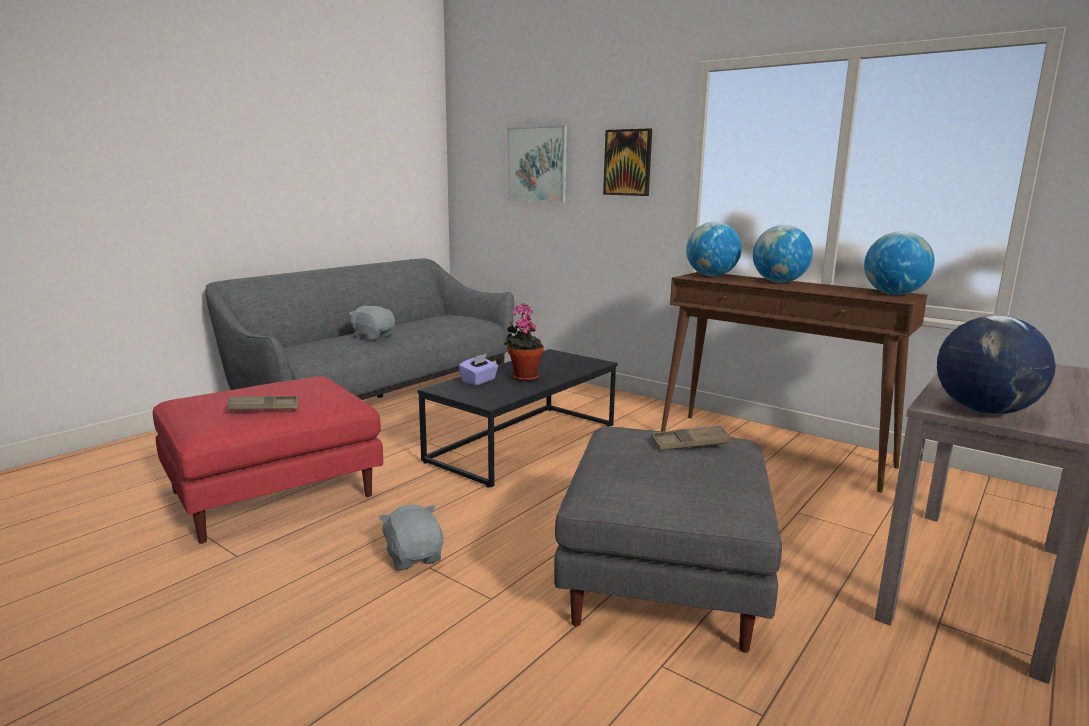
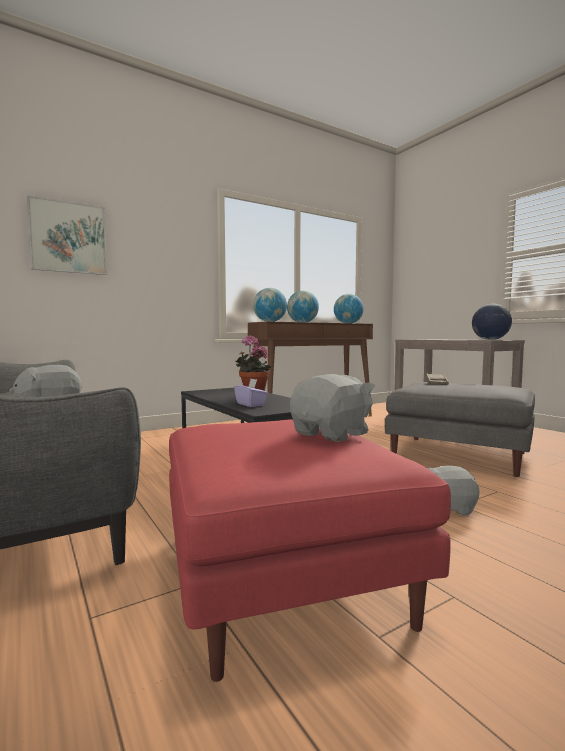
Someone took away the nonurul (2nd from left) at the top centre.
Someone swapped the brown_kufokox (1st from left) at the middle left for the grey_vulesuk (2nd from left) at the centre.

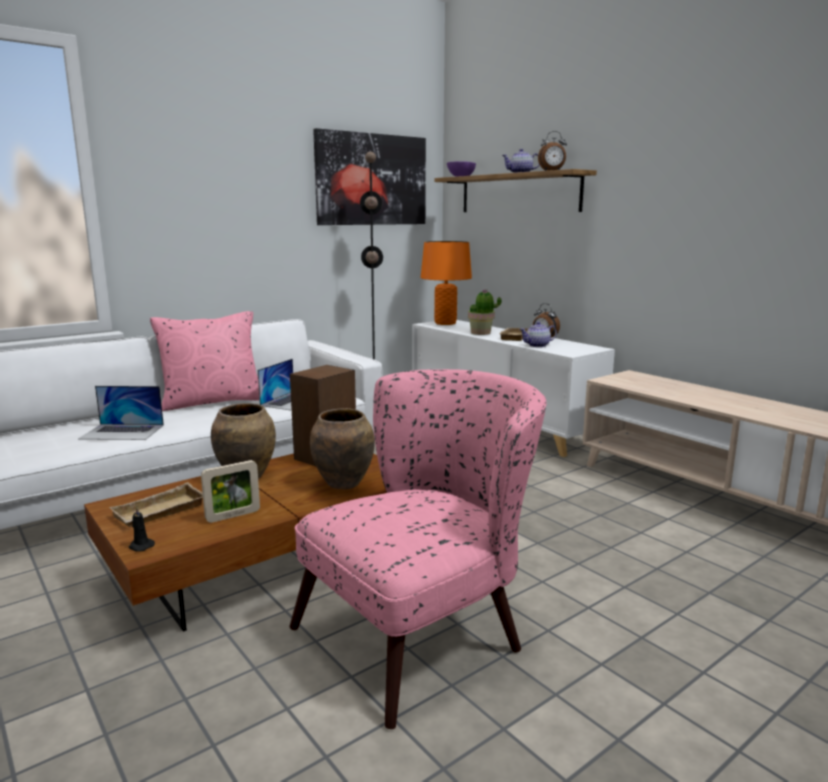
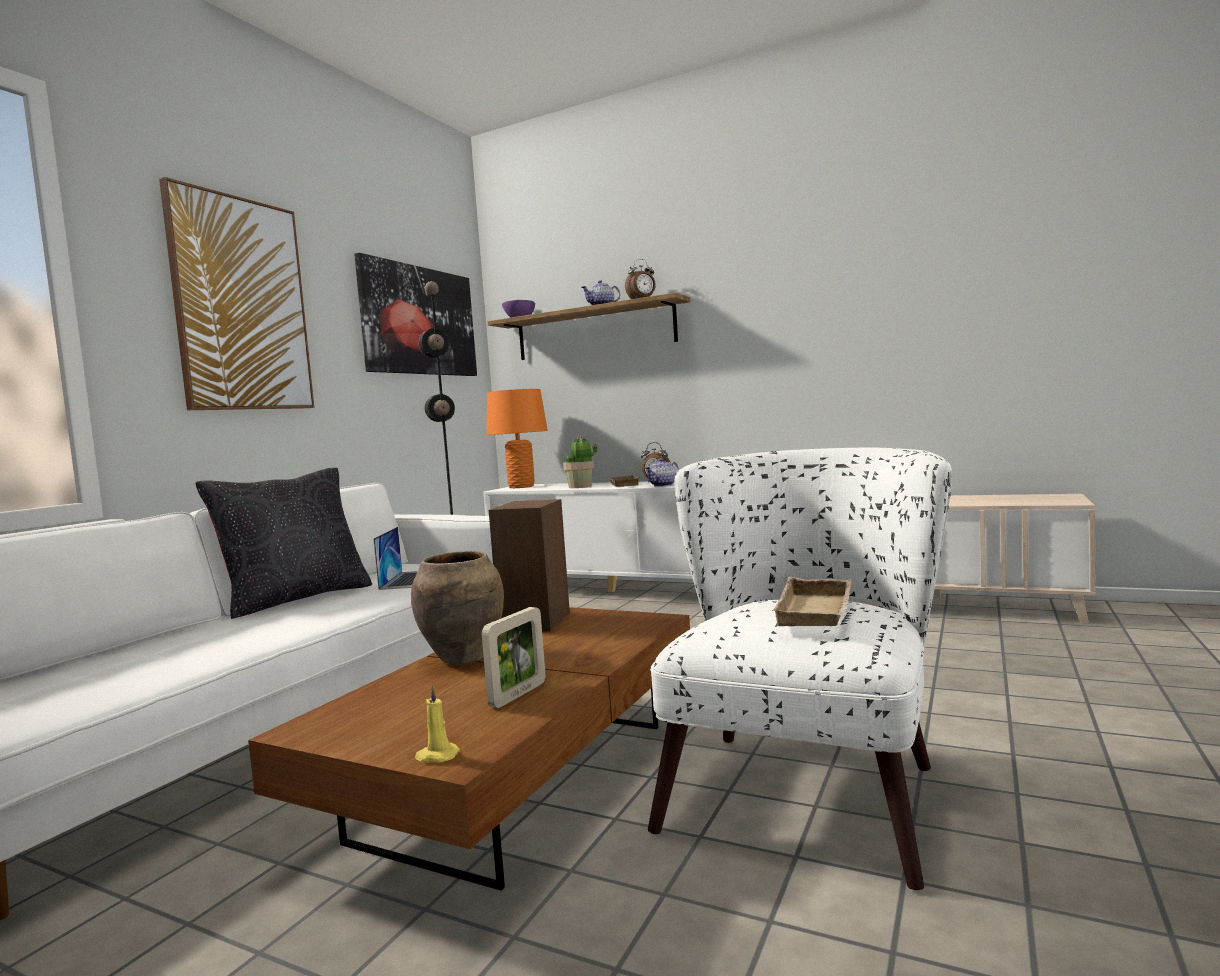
Someone repainted the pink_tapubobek at the middle left, which became the black_tapubobek at the middle left.
Someone repainted the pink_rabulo at the bottom centre, which became the white_rabulo at the bottom centre.
Someone took away the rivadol (1st from left) at the middle left.
Someone took away the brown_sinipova (2nd from left) at the centre.
Someone carried the beige_kufokox (1st from left in the first image) from the middle left to the centre.
Someone repainted the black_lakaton at the bottom left, which became the yellow_lakaton at the bottom centre.
Someone put up the nonurul (1st from left) at the top left.

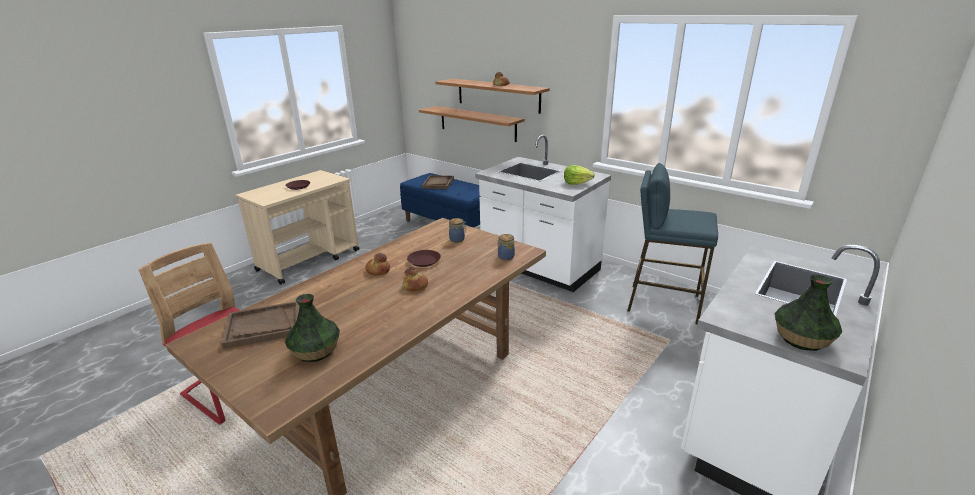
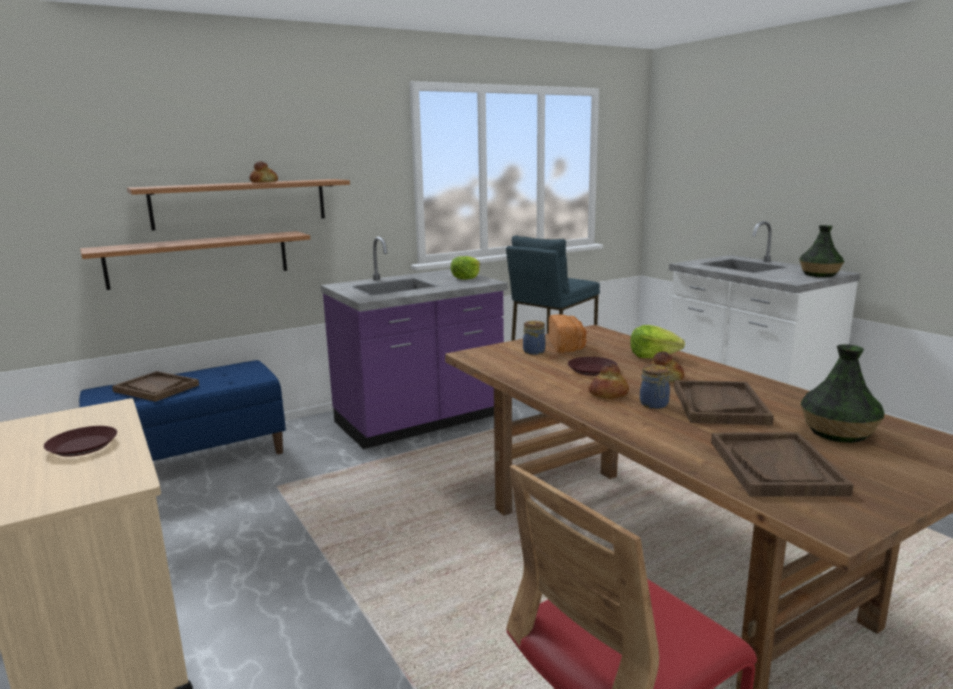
Someone repainted the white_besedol (1st from left) at the centre, which became the purple_besedol at the centre.
Someone carried the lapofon (2nd from left) from the centre to the middle right.
Someone put down the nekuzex (2nd from left) at the centre.
Someone put down the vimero (2nd from left) at the middle right.
Someone put down the brown_kufokox (2nd from left) at the middle right.

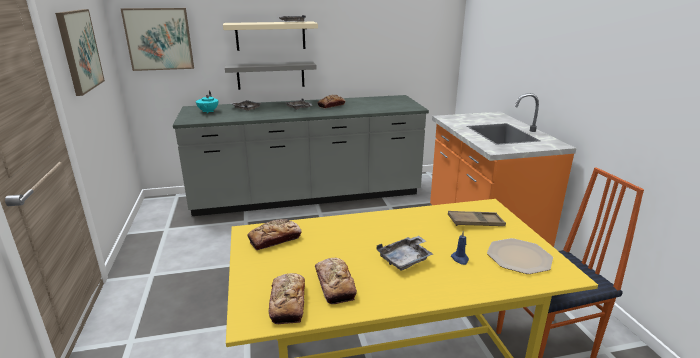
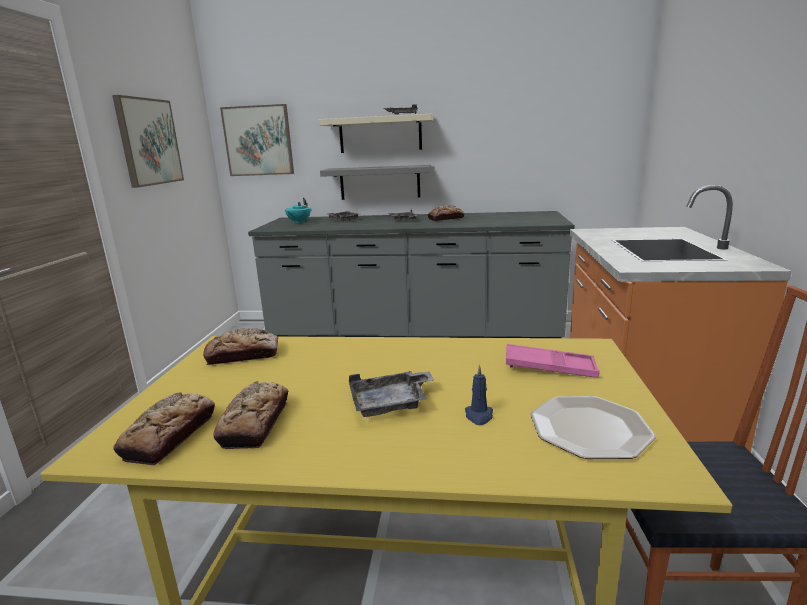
Someone repainted the brown_kufokox at the middle right, which became the pink_kufokox at the middle right.

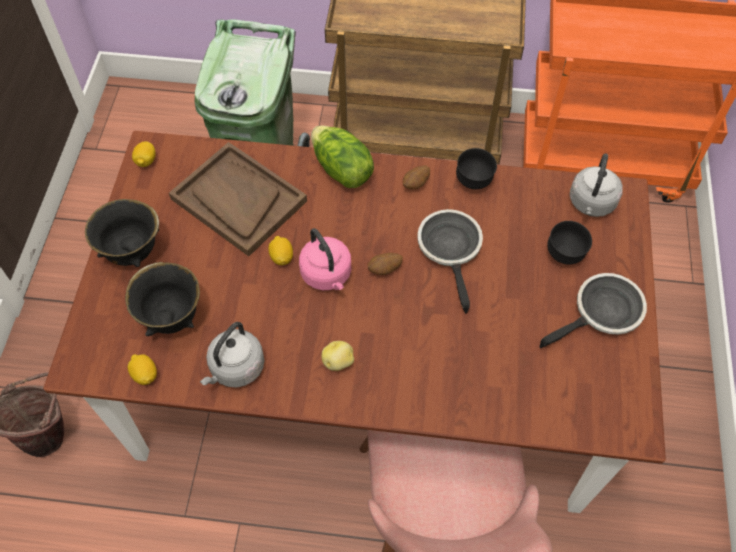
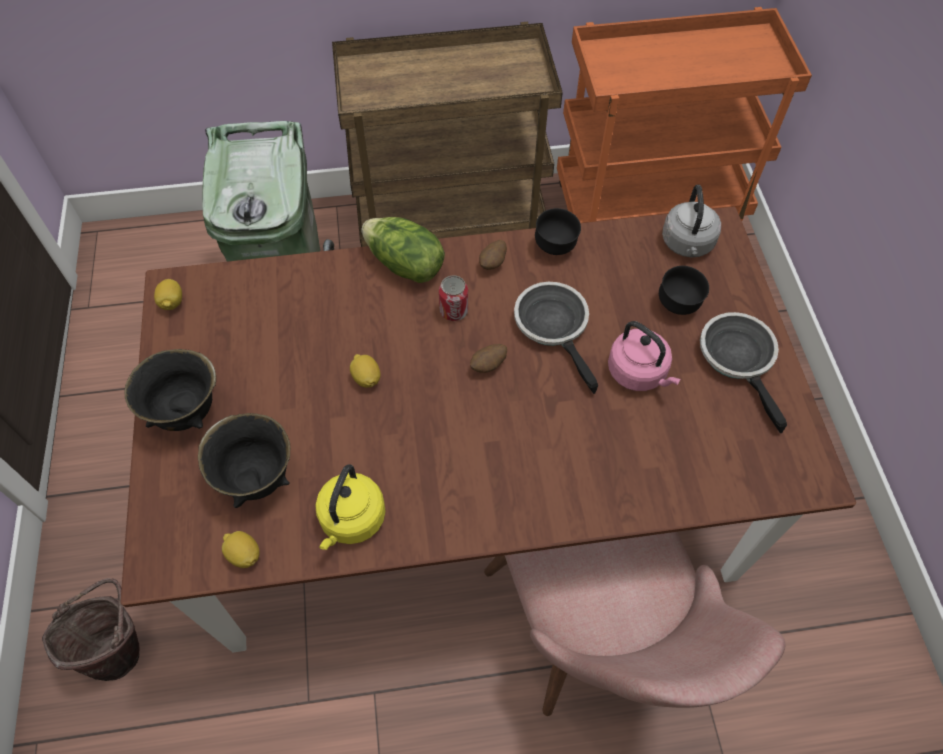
Someone took away the brown_kufokox at the middle left.
Someone carried the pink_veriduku from the centre to the middle right.
Someone rotated the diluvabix (2nd from left) at the middle right by 60 degrees counterclockwise.
Someone repainted the grey_veriduku (1st from left) at the middle left, which became the yellow_veriduku at the bottom centre.
Someone took away the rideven (1st from left) at the centre.
Someone put down the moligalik at the centre.

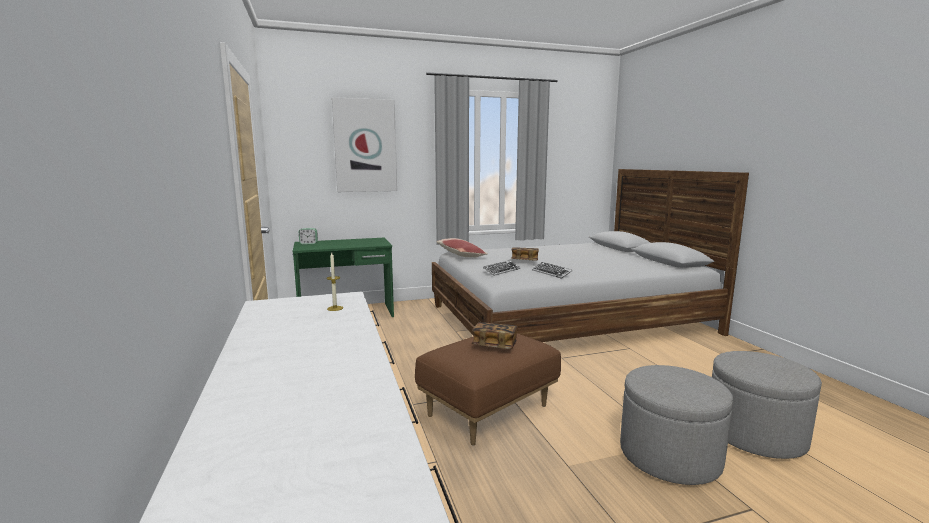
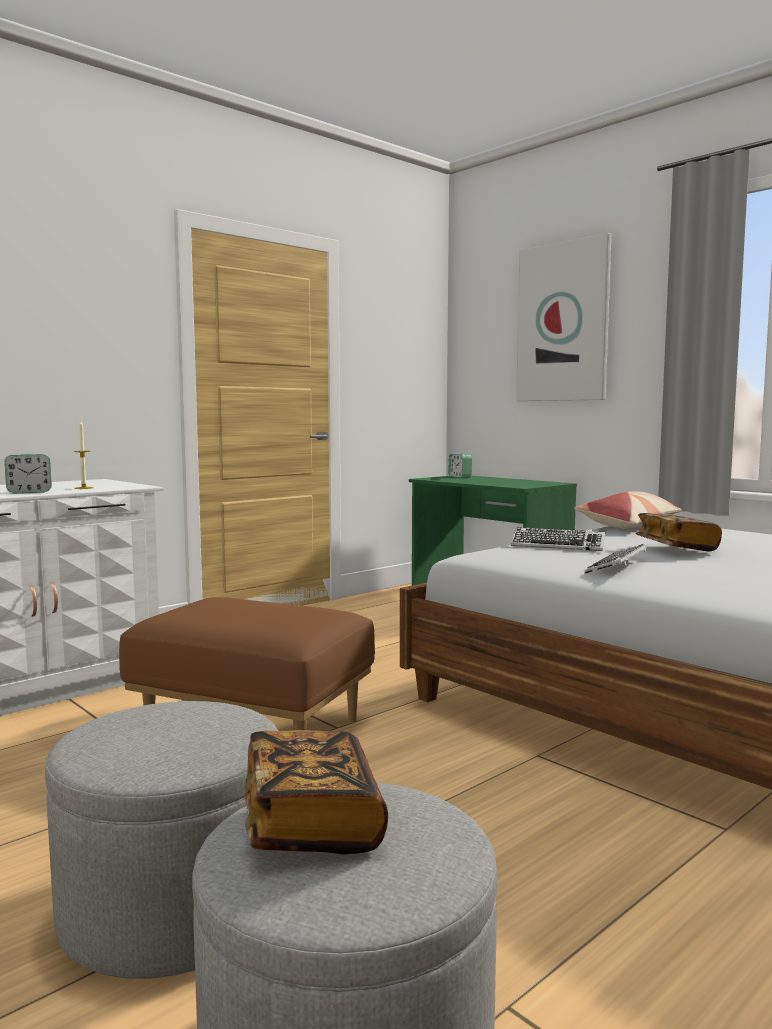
Someone carried the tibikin (1st from left) from the centre to the bottom centre.
Someone put down the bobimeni (1st from left) at the middle left.

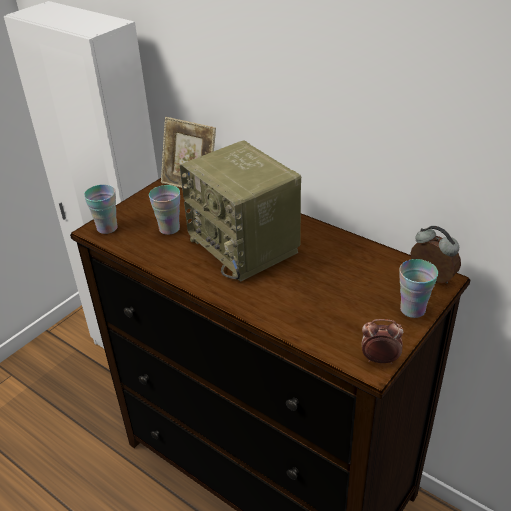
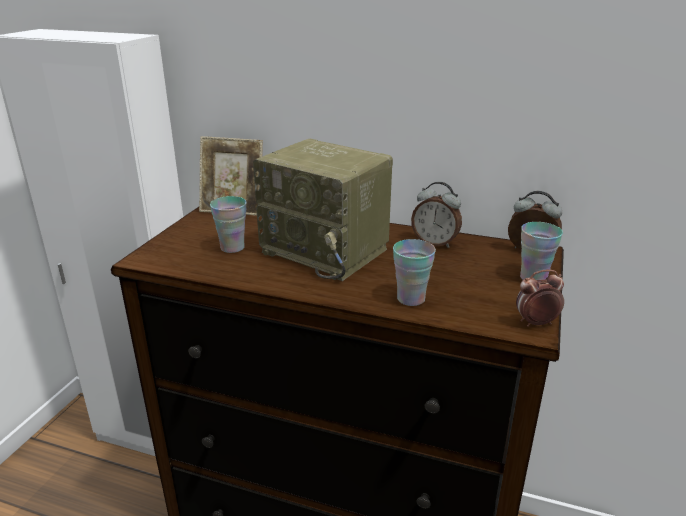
Someone carried the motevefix (1st from left in the first image) from the middle left to the centre.
Someone put down the bobimeni (1st from left) at the centre.

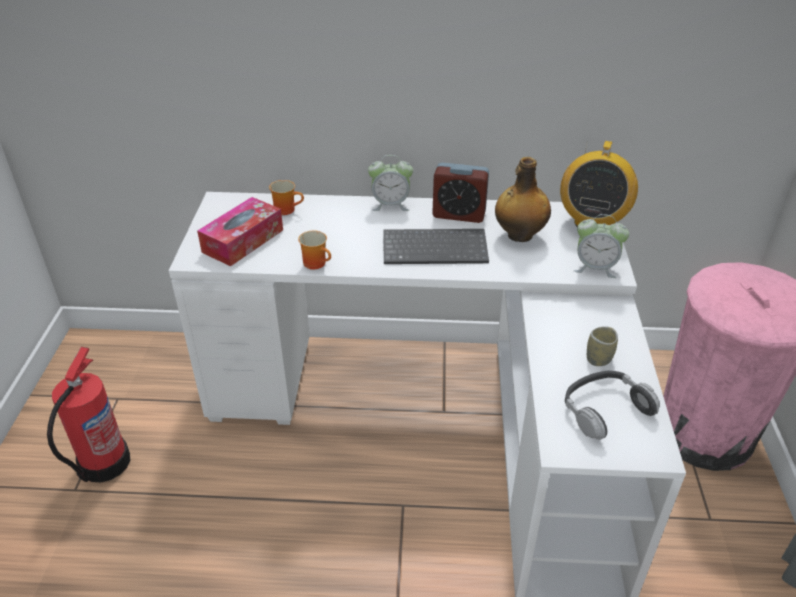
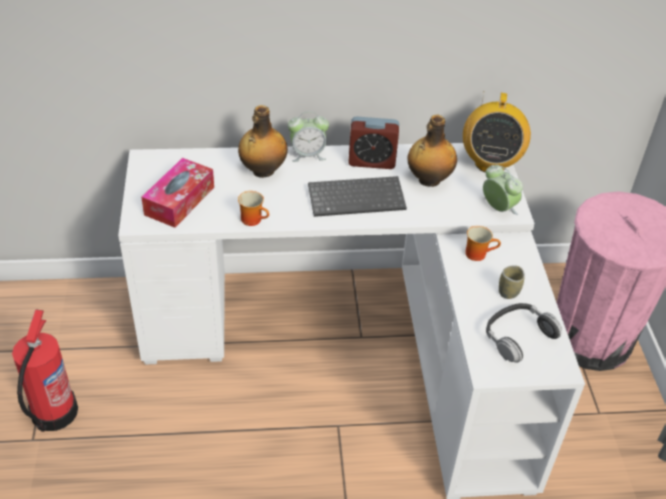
Someone carried the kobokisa (1st from left in the first image) from the top centre to the middle right.
Someone rotated the bobimeni (3rd from left) at the middle right by 135 degrees counterclockwise.
Someone put down the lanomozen (1st from left) at the top centre.

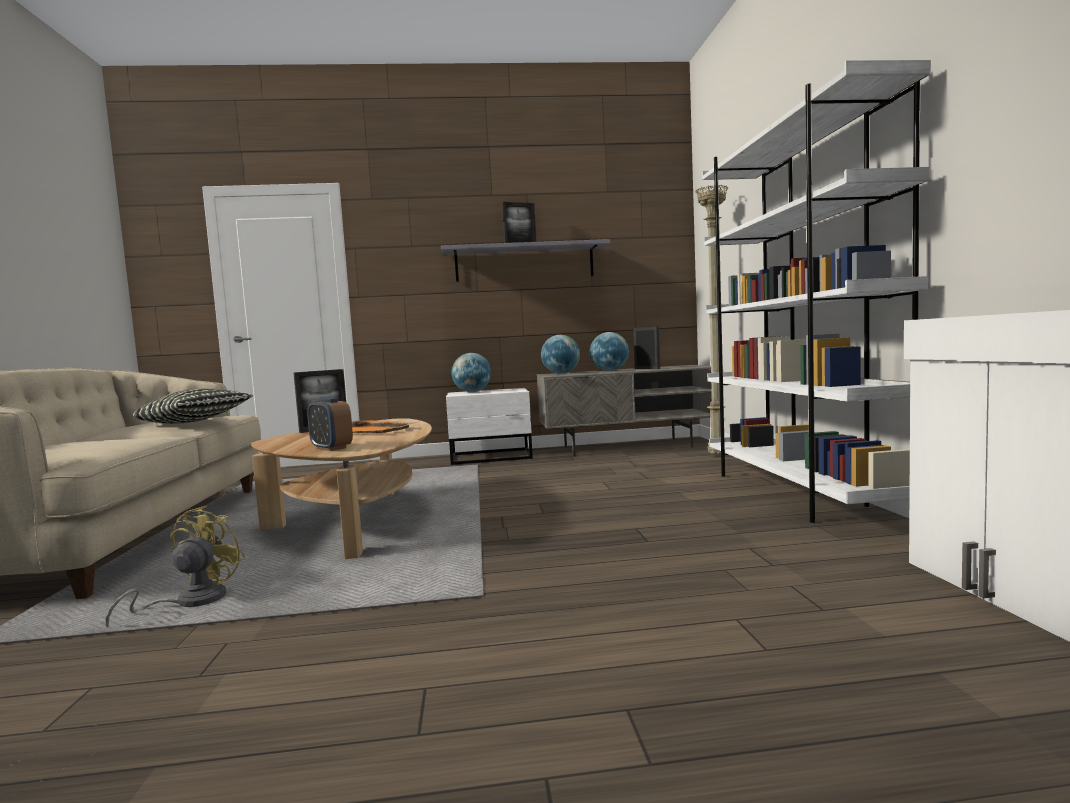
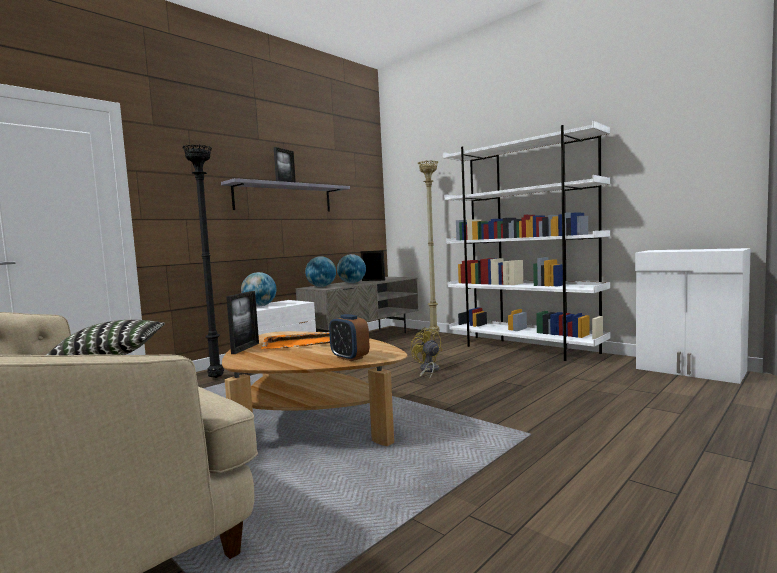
Someone rotated the bobimeni at the middle left by 45 degrees clockwise.
Someone carried the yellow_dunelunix from the bottom left to the centre.
Someone put down the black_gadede at the middle left.

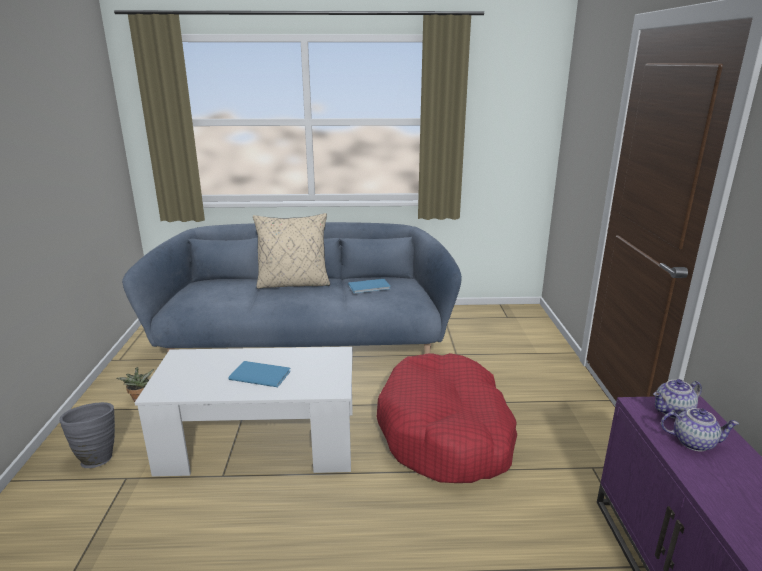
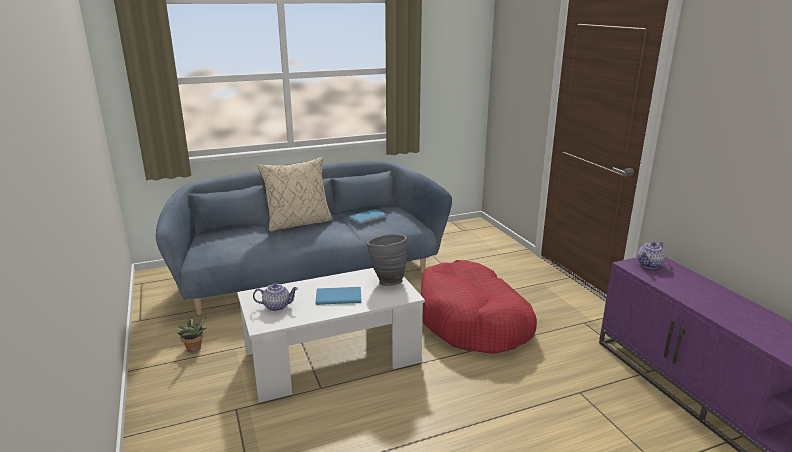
Someone carried the grey_sinipova from the bottom left to the centre.
Someone carried the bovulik (2nd from left in the first image) from the bottom right to the centre.

